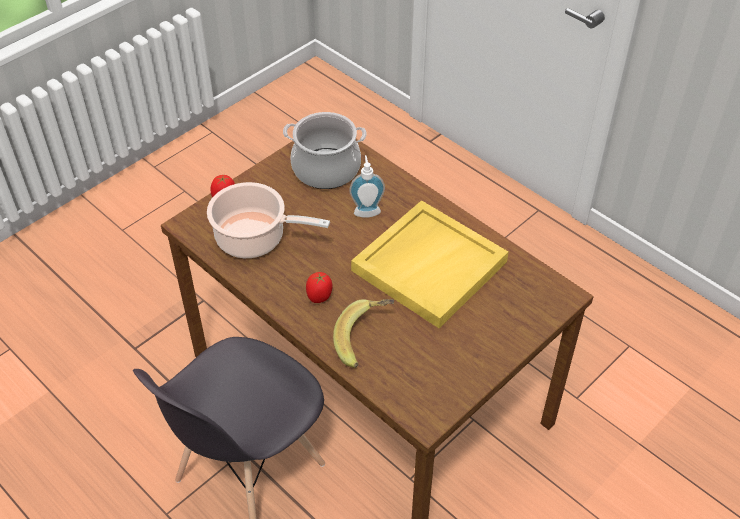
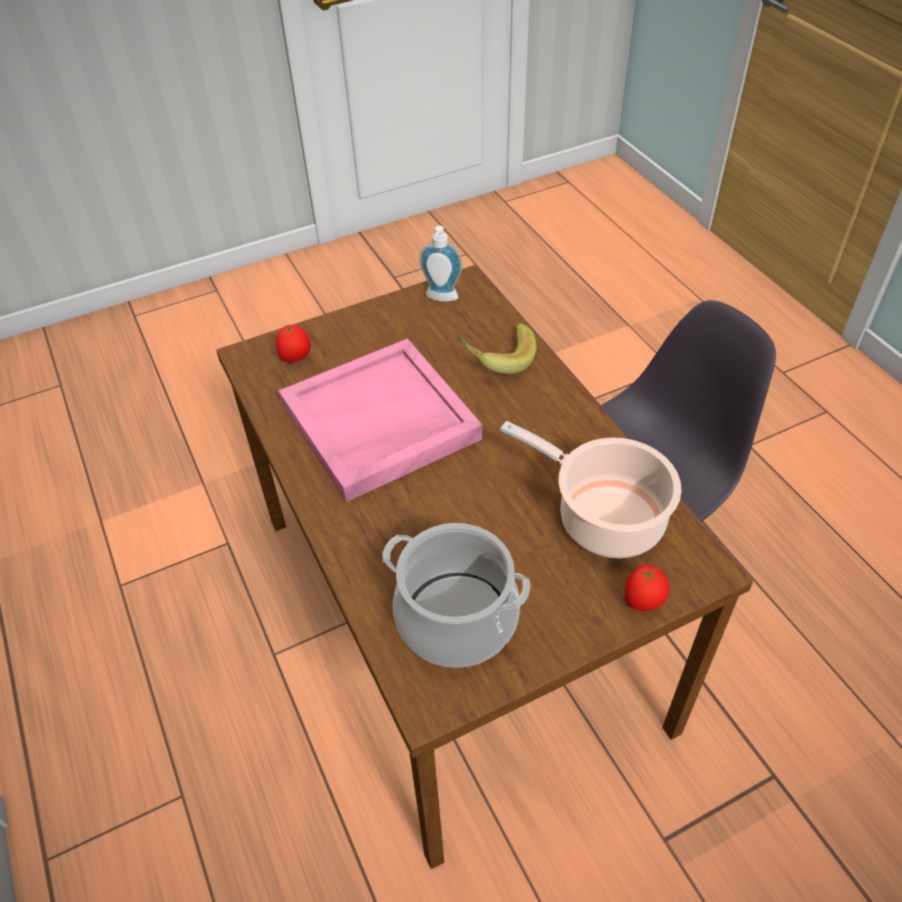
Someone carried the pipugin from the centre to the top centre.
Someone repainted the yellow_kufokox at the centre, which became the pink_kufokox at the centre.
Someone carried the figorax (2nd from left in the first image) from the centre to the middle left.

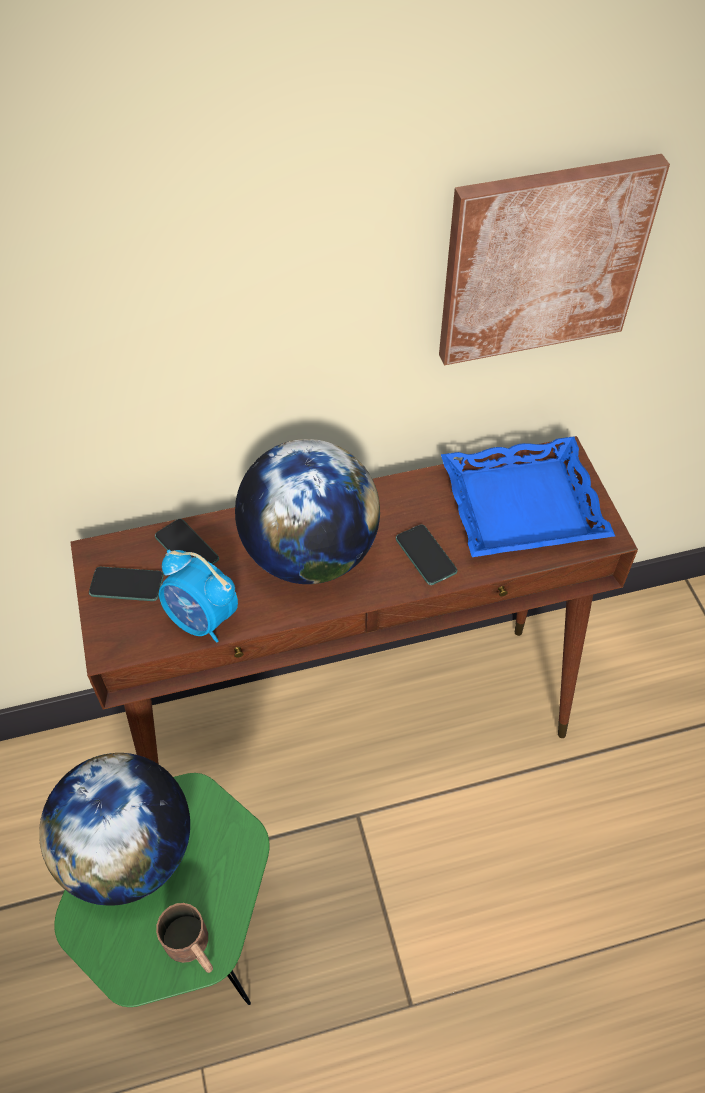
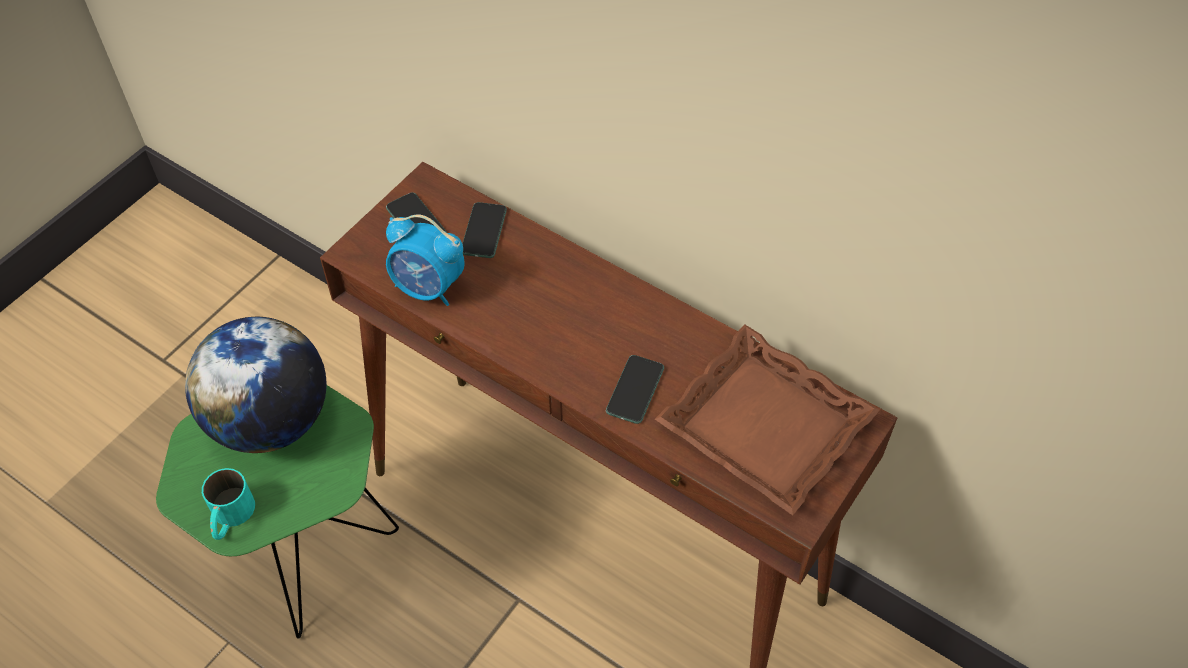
Someone took away the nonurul at the top right.
Someone repainted the blue_kufokox at the middle right, which became the brown_kufokox at the centre.
Someone took away the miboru (2nd from left) at the centre.
Someone rotated the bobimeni at the middle left by 60 degrees counterclockwise.
Someone repainted the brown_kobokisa at the bottom left, which became the turquoise_kobokisa at the bottom left.

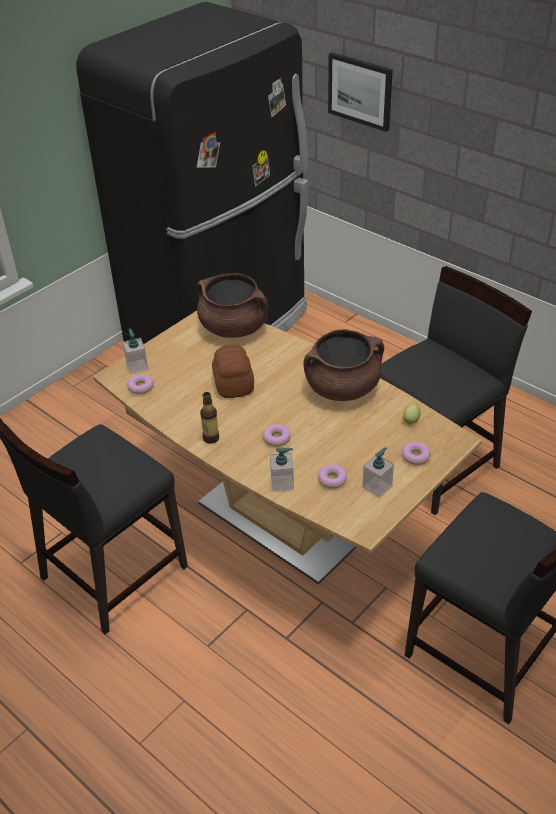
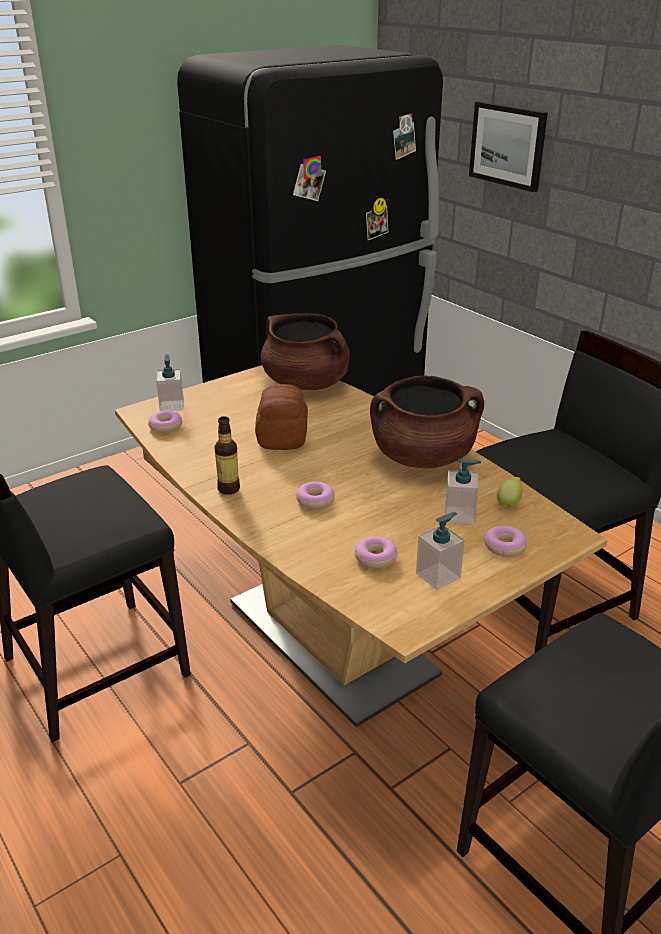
Someone carried the pipugin (2nd from left in the first image) from the centre to the middle right.

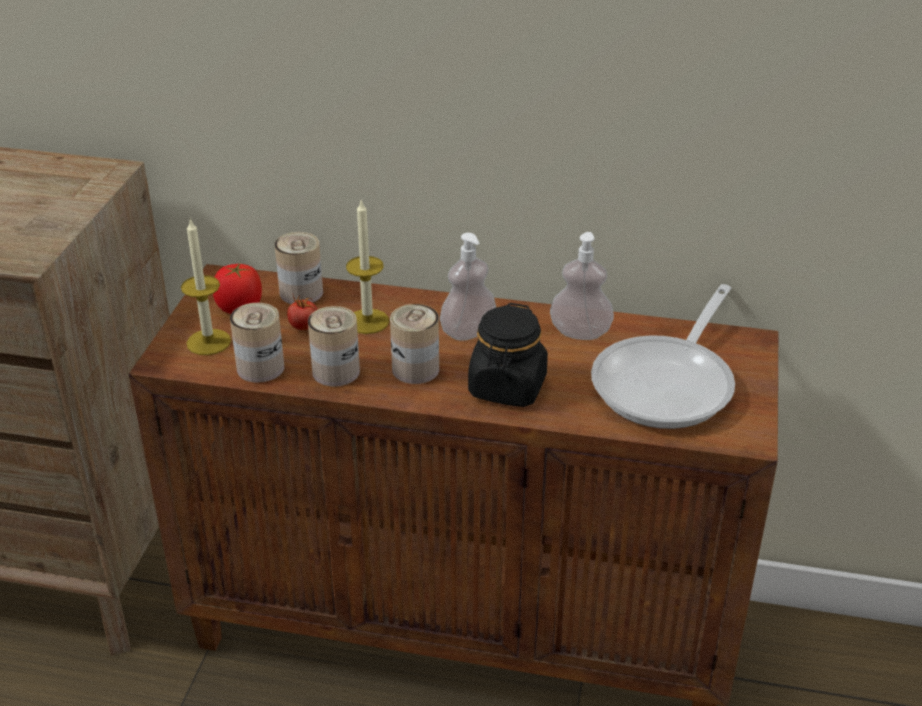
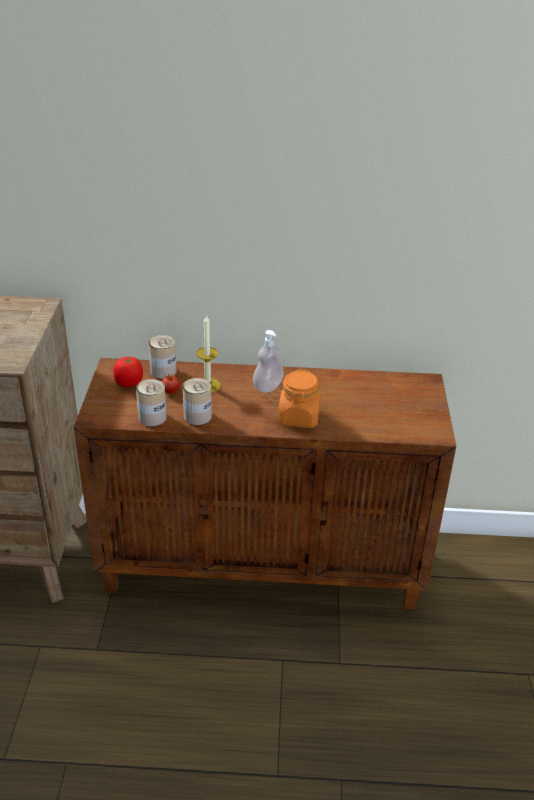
Someone took away the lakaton (1st from left) at the middle left.
Someone took away the pipugin (2nd from left) at the centre.
Someone took away the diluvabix at the middle right.
Someone repainted the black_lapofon at the centre, which became the orange_lapofon at the centre.
Someone took away the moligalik (4th from left) at the centre.

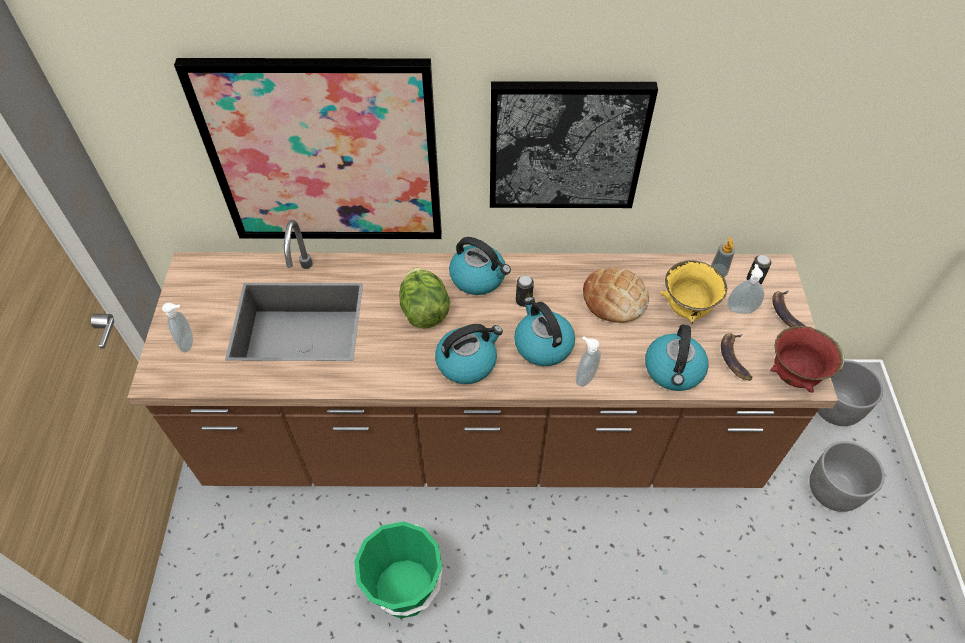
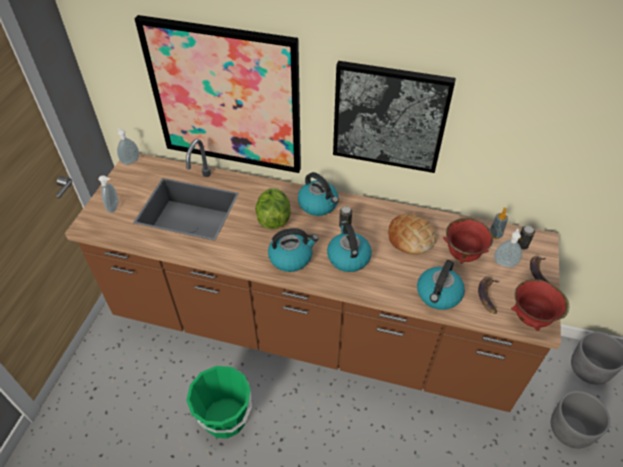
Someone repainted the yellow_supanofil at the middle right, which became the red_supanofil (1st from left) at the middle right.
Someone carried the pipugin (2nd from left) from the centre to the top left.

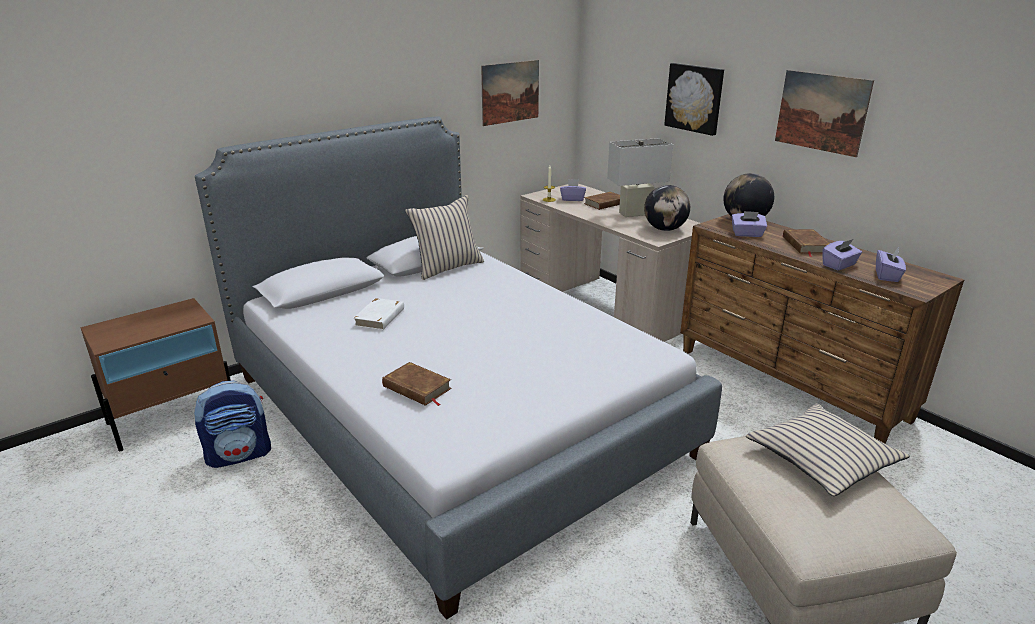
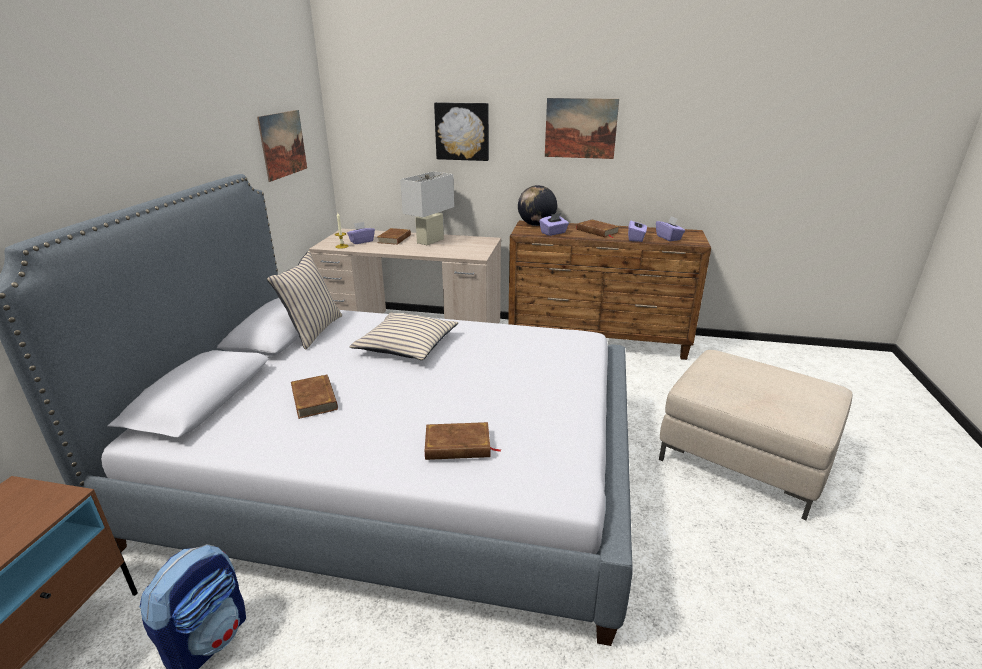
Someone took away the miboru (1st from left) at the centre.
Someone repainted the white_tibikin at the centre, which became the brown_tibikin (1st from left) at the middle left.
Someone carried the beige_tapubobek (2nd from left) from the bottom right to the centre.

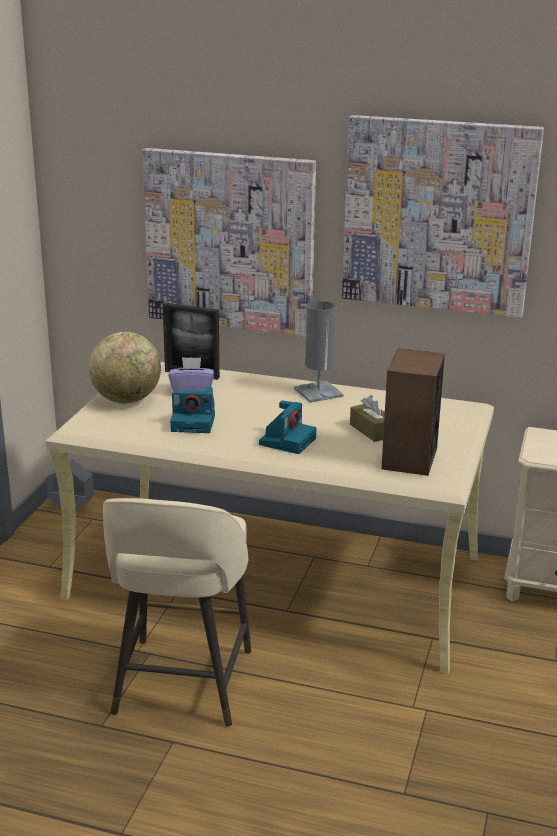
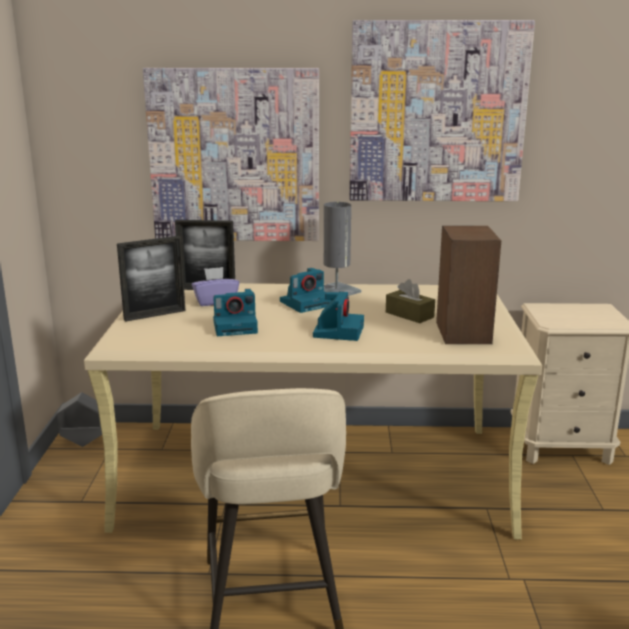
Someone swapped the miboru at the middle left for the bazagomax (1st from left) at the middle left.
Someone put down the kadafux (2nd from left) at the centre.

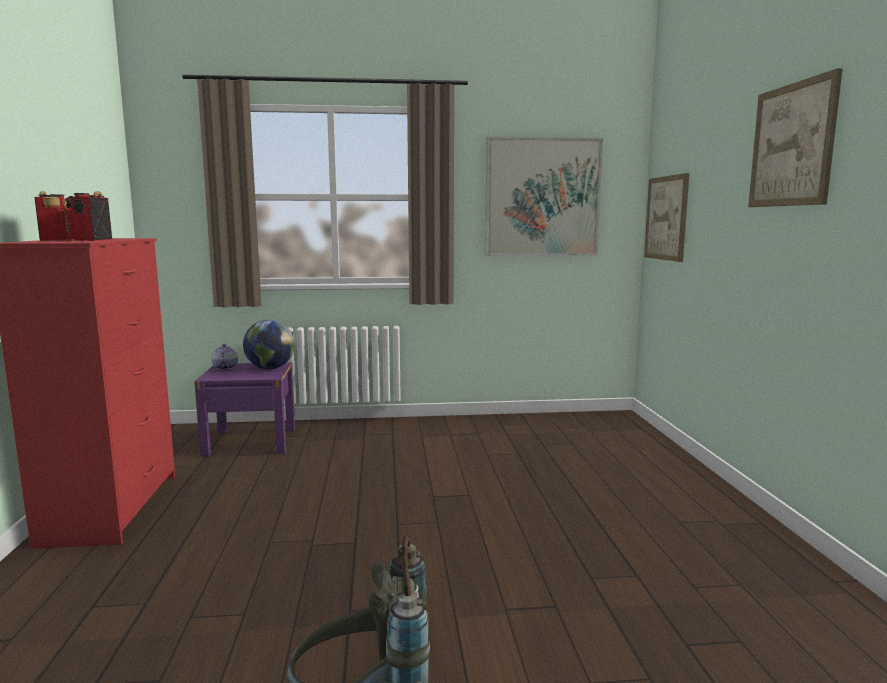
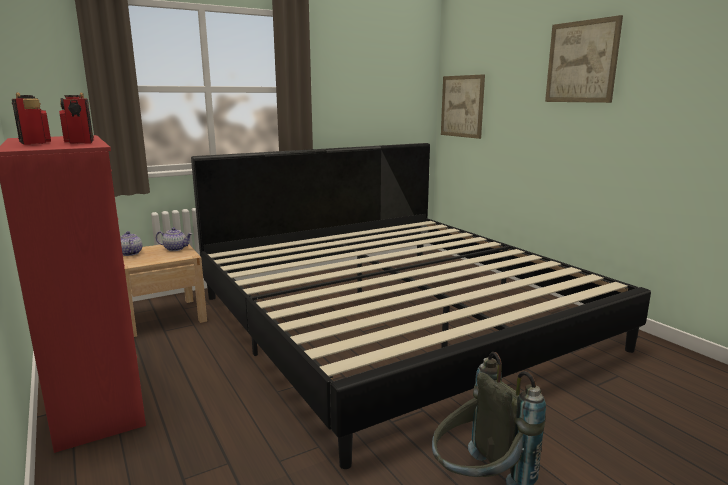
Someone took away the nonurul (1st from left) at the top centre.
Someone swapped the miboru at the middle left for the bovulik (2nd from left) at the middle left.
Someone repainted the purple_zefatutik at the middle left, which became the beige_zefatutik at the middle left.
Someone put down the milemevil at the centre.

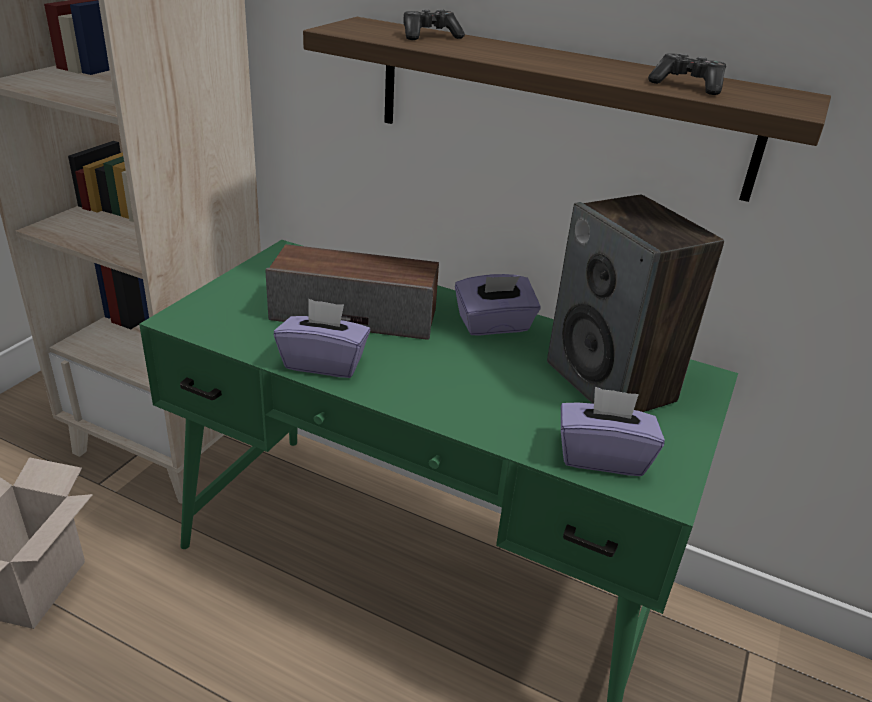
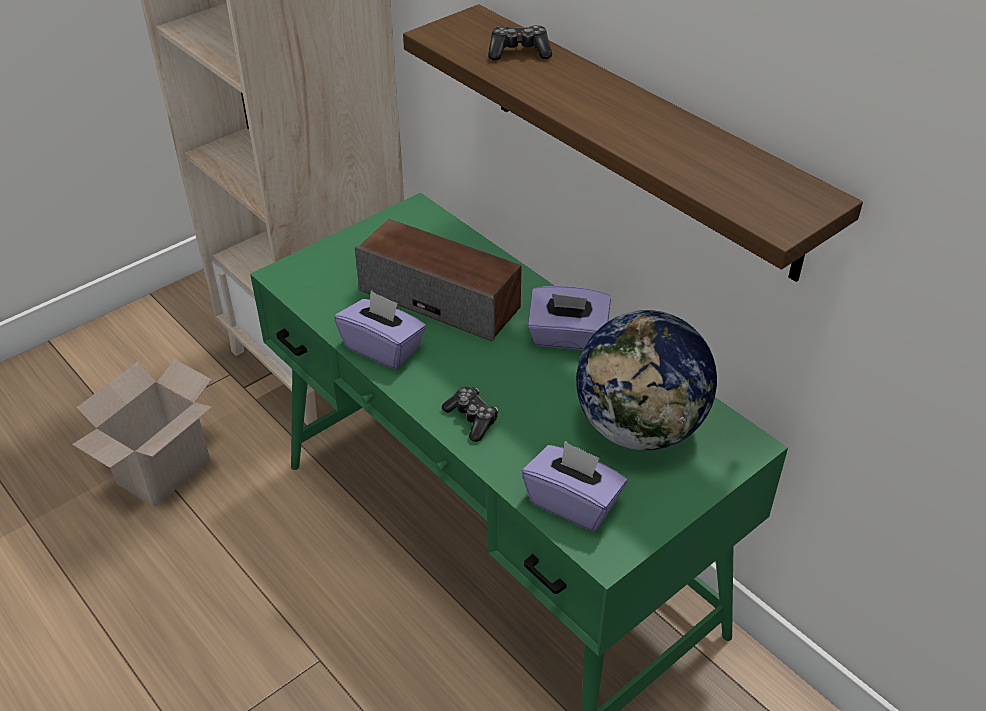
Someone carried the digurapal (2nd from left in the first image) from the top right to the centre.
Someone swapped the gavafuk (2nd from left) at the middle right for the miboru at the centre.

